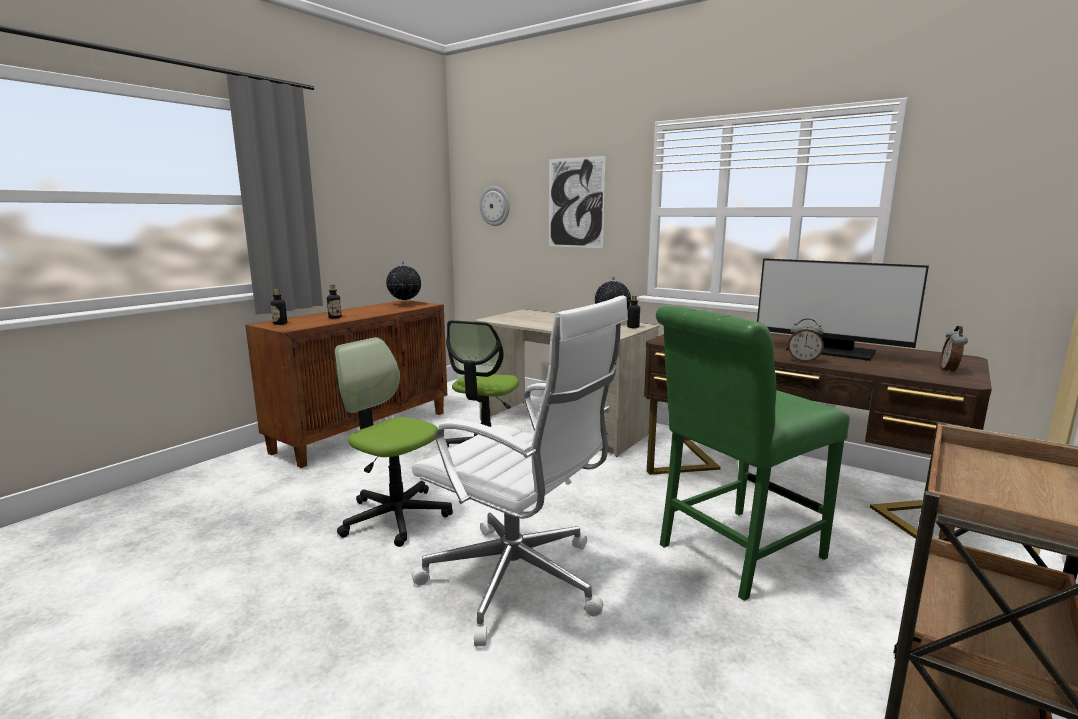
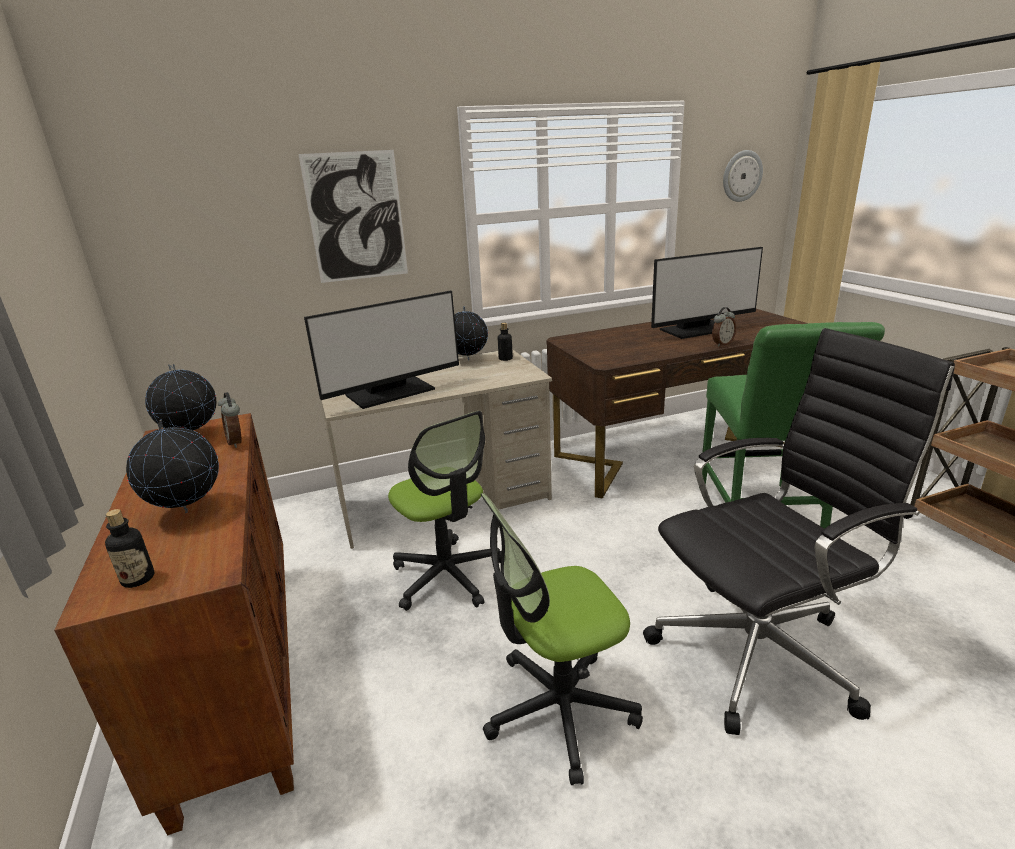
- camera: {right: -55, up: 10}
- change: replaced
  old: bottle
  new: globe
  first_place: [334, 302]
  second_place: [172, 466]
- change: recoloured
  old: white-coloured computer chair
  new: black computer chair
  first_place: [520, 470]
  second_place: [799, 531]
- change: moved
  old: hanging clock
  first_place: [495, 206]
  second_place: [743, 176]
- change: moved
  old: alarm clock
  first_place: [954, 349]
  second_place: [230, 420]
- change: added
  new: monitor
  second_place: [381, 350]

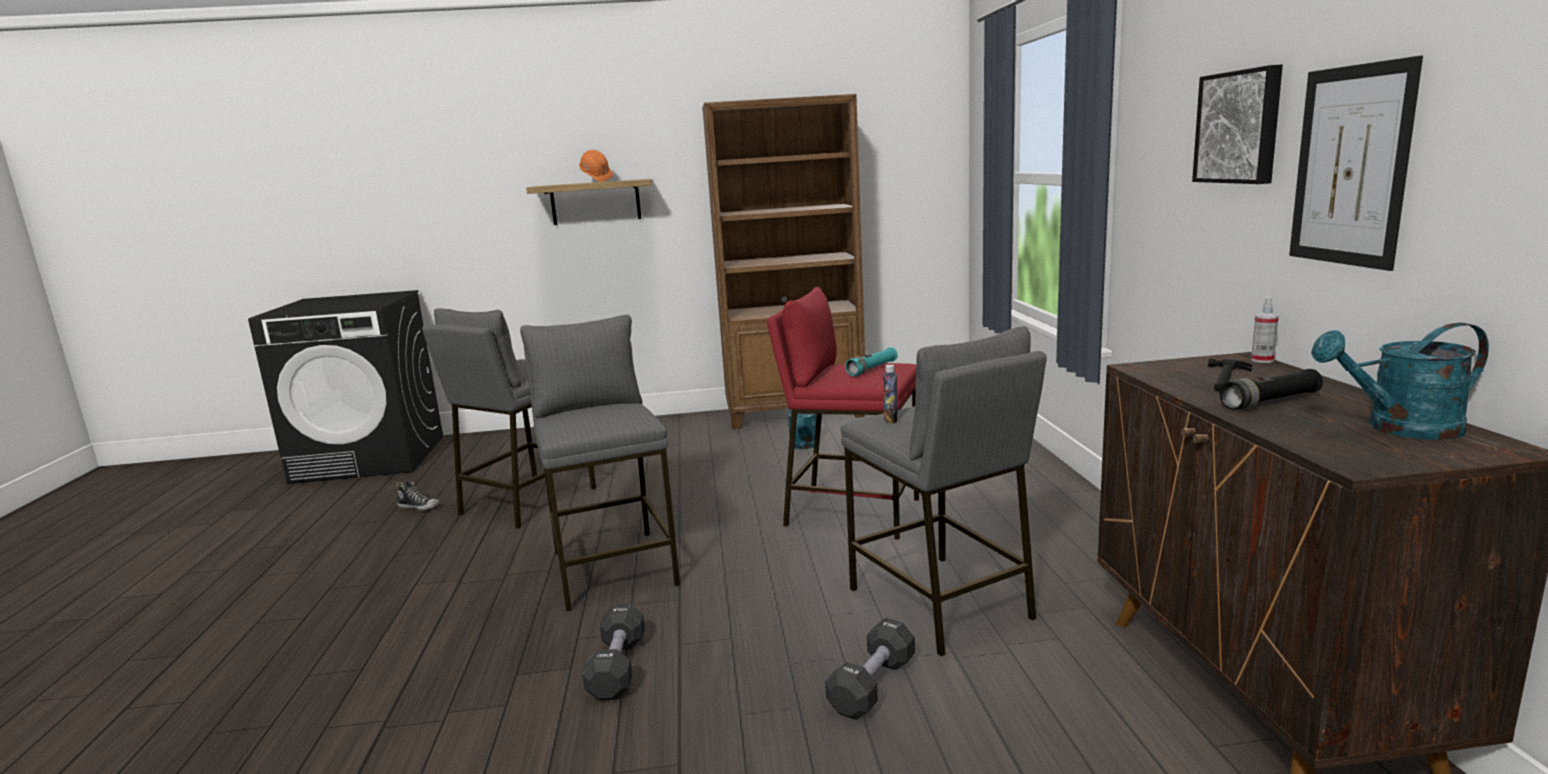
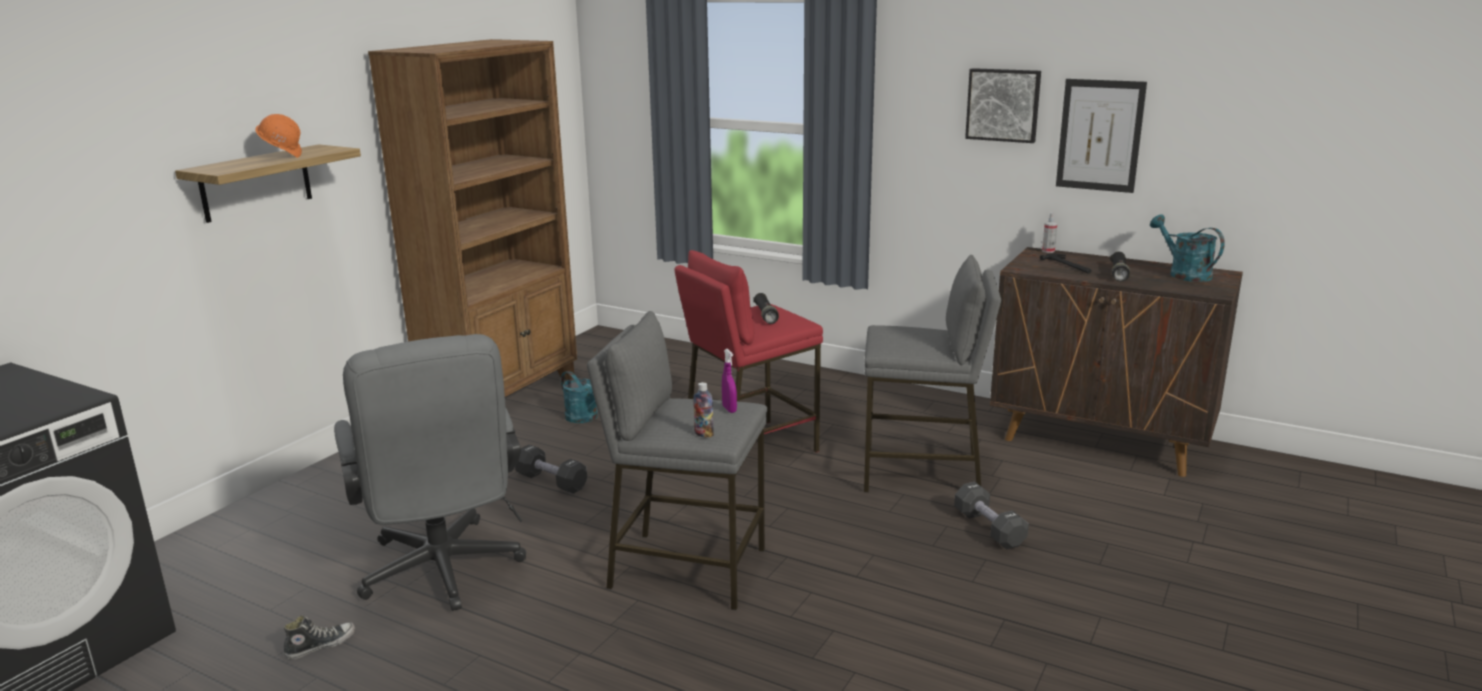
- camera: {right: -55, up: 5}
- change: replaced
  old: greyish stool seat
  new: greyish computer chair
  first_place: [509, 418]
  second_place: [430, 472]
- change: moved
  old: black hand weight
  first_place: [613, 652]
  second_place: [551, 469]
- change: recoloured
  old: turquoise torch
  new: black torch
  first_place: [871, 361]
  second_place: [766, 308]
- change: moved
  old: bottle
  first_place: [890, 394]
  second_place: [703, 410]
- change: turned
  old: turquoise sprinkling can
  first_place: [1400, 381]
  second_place: [1187, 248]
  degrees: 120
- change: added
  new: purplish sprayer
  second_place: [729, 381]

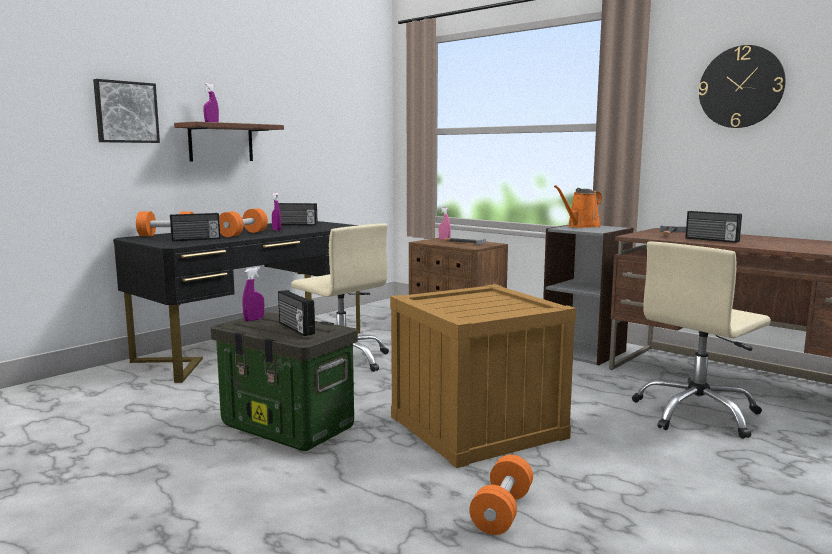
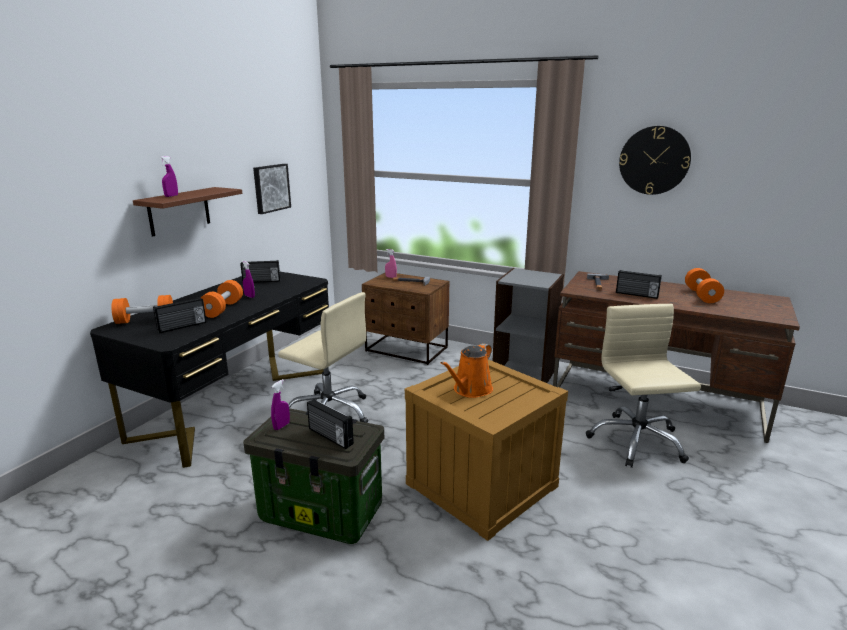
- camera: {right: -15, up: 10}
- change: moved
  old: wall art
  first_place: [126, 111]
  second_place: [272, 189]
- change: moved
  old: orange hand weight
  first_place: [501, 495]
  second_place: [704, 285]
- change: moved
  old: orange sprinkling can
  first_place: [578, 206]
  second_place: [467, 370]
- change: turned
  old: beige-coloured computer chair
  first_place: [701, 340]
  second_place: [643, 386]
  degrees: 135

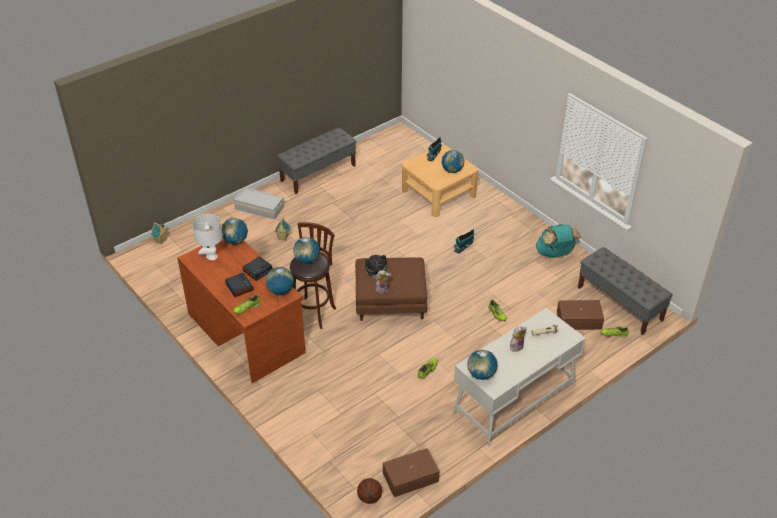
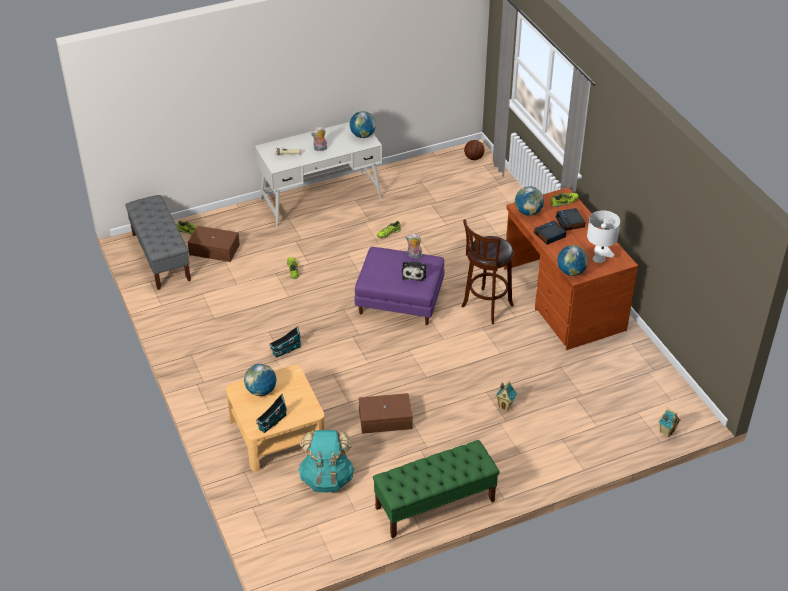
- camera: {right: -165, up: 0}
- change: removed
  old: white-coloured storage box
  first_place: [258, 203]
- change: recoloured
  old: greyish long seat
  new: greenish long seat
  first_place: [316, 161]
  second_place: [436, 489]
- change: removed
  old: globe
  first_place: [306, 250]
- change: recoloured
  old: brown ottoman
  new: purplish ottoman
  first_place: [391, 289]
  second_place: [399, 286]
- change: moved
  old: brown storage box
  first_place: [411, 472]
  second_place: [385, 413]
- change: moved
  old: turquoise knapsack
  first_place: [558, 241]
  second_place: [326, 461]

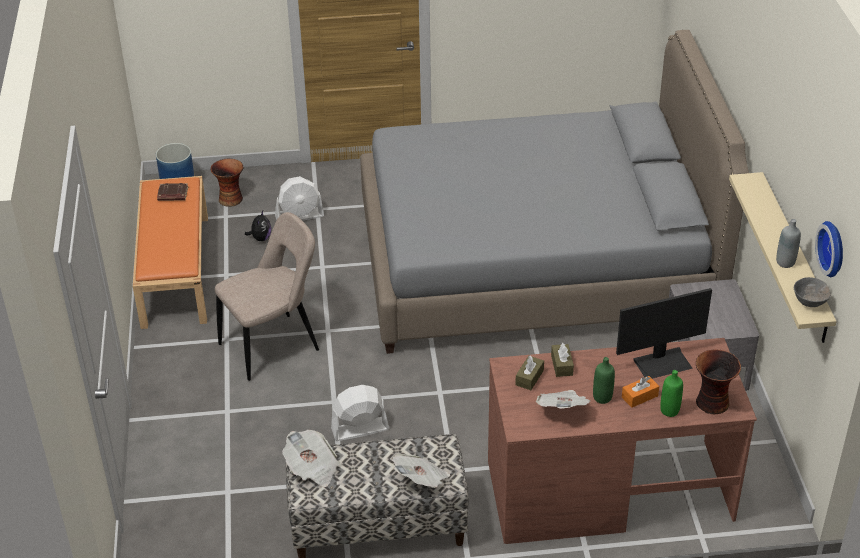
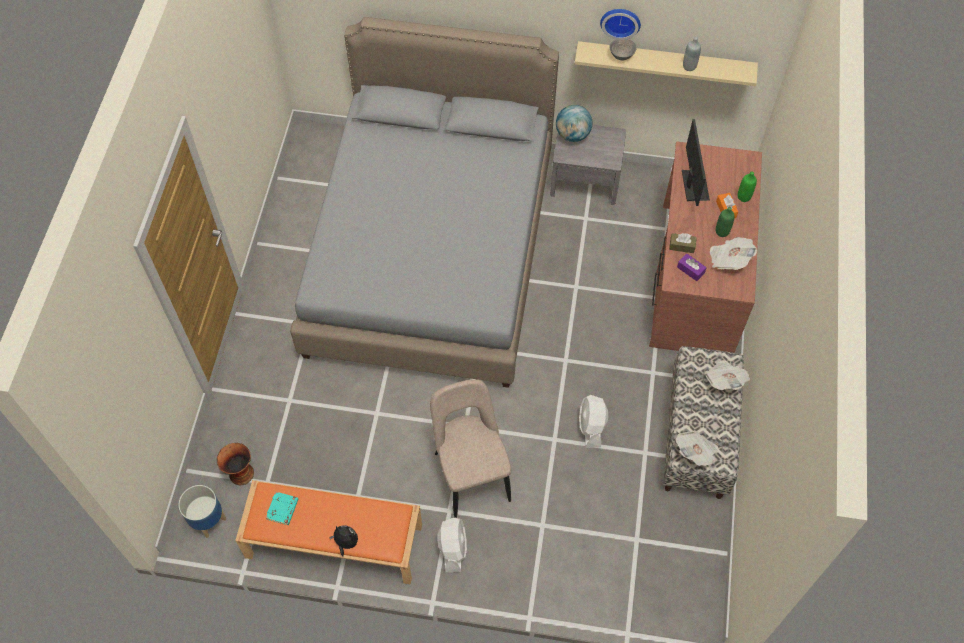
- camera: {right: -75, up: 20}
- change: recoloured
  old: brown bound book
  new: turquoise bound book
  first_place: [172, 192]
  second_place: [282, 508]
- change: moved
  old: plush toy
  first_place: [258, 226]
  second_place: [343, 541]
- change: moved
  old: white-coloured electric fan
  first_place: [299, 198]
  second_place: [452, 545]
- change: recoloured
  old: brown box of tissues
  new: purplish box of tissues
  first_place: [529, 373]
  second_place: [692, 267]
- change: removed
  old: vase
  first_place: [718, 382]
- change: moved
  old: greyish deep dish
  first_place: [812, 292]
  second_place: [622, 49]
- change: moved
  old: hanging clock
  first_place: [829, 249]
  second_place: [620, 24]
- change: added
  new: globe
  second_place: [574, 123]

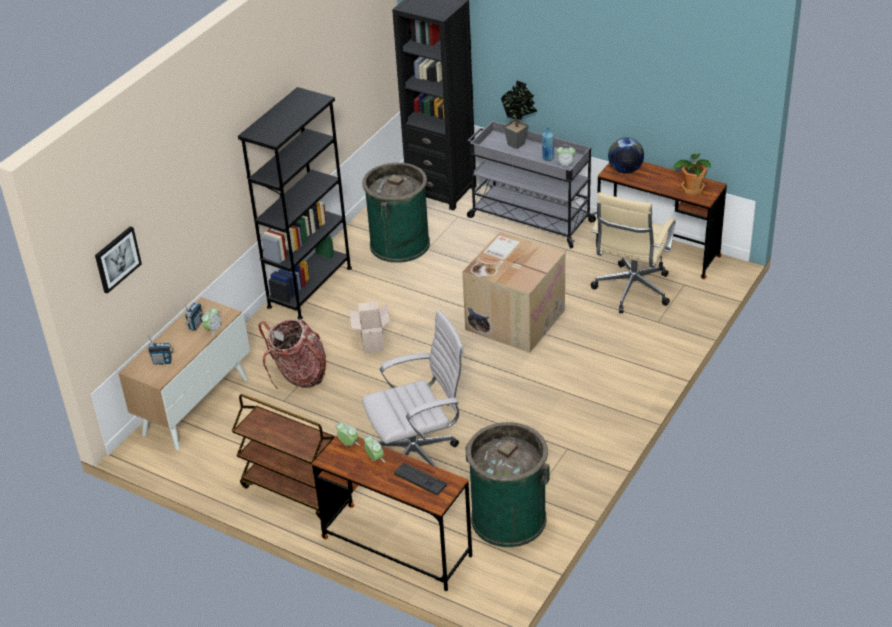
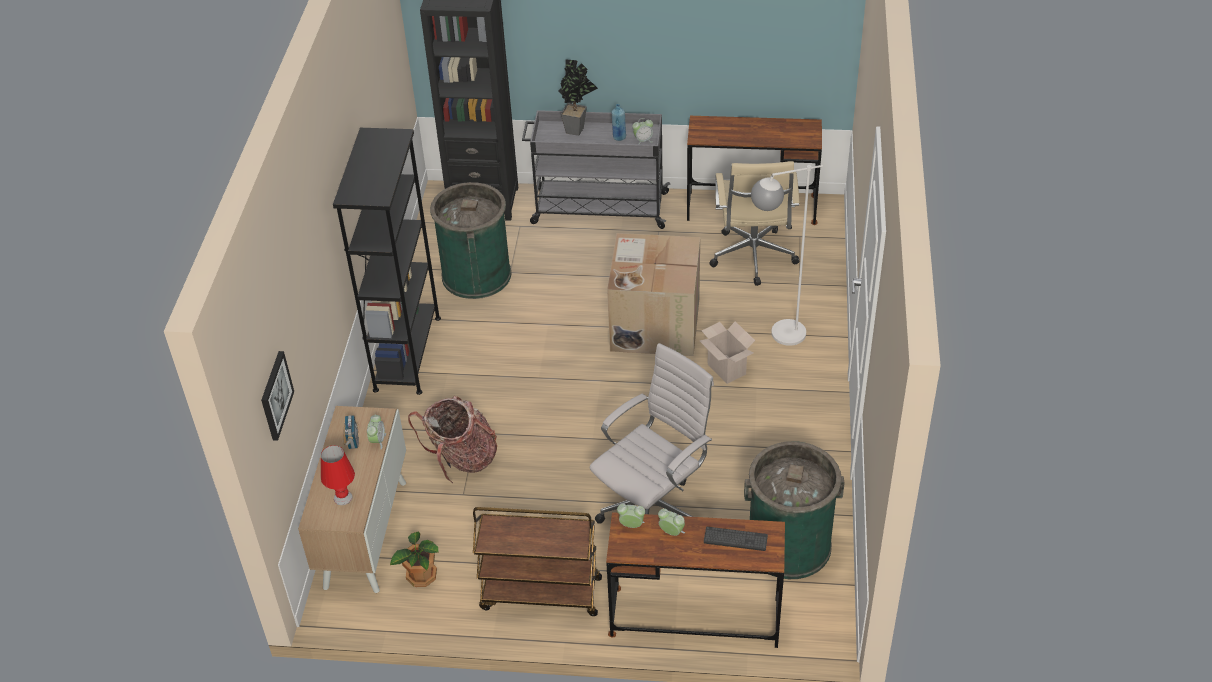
- camera: {right: -25, up: 5}
- change: replaced
  old: radio
  new: red table lamp
  first_place: [160, 350]
  second_place: [338, 475]
- change: moved
  old: packing box
  first_place: [369, 327]
  second_place: [727, 352]
- change: removed
  old: globe
  first_place: [626, 155]
- change: moved
  old: potted plant
  first_place: [691, 174]
  second_place: [414, 559]
- change: added
  new: white-coloured standard lamp
  second_place: [787, 255]

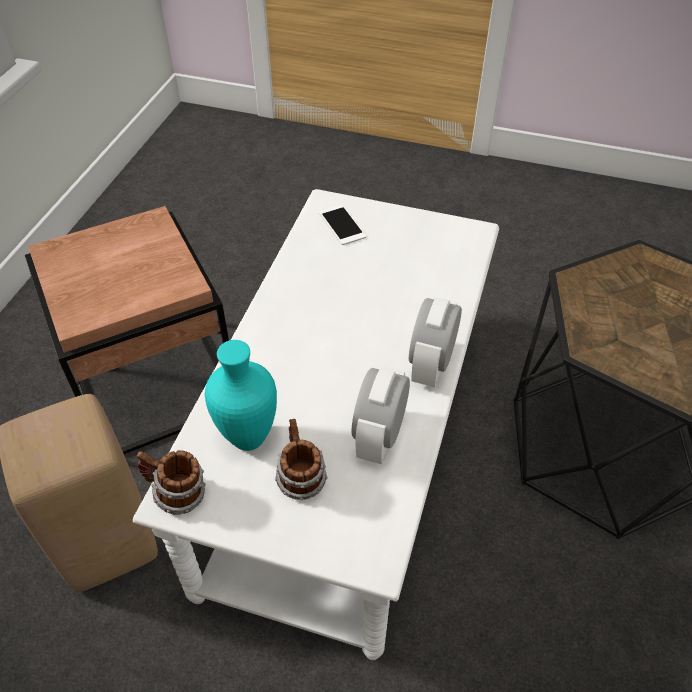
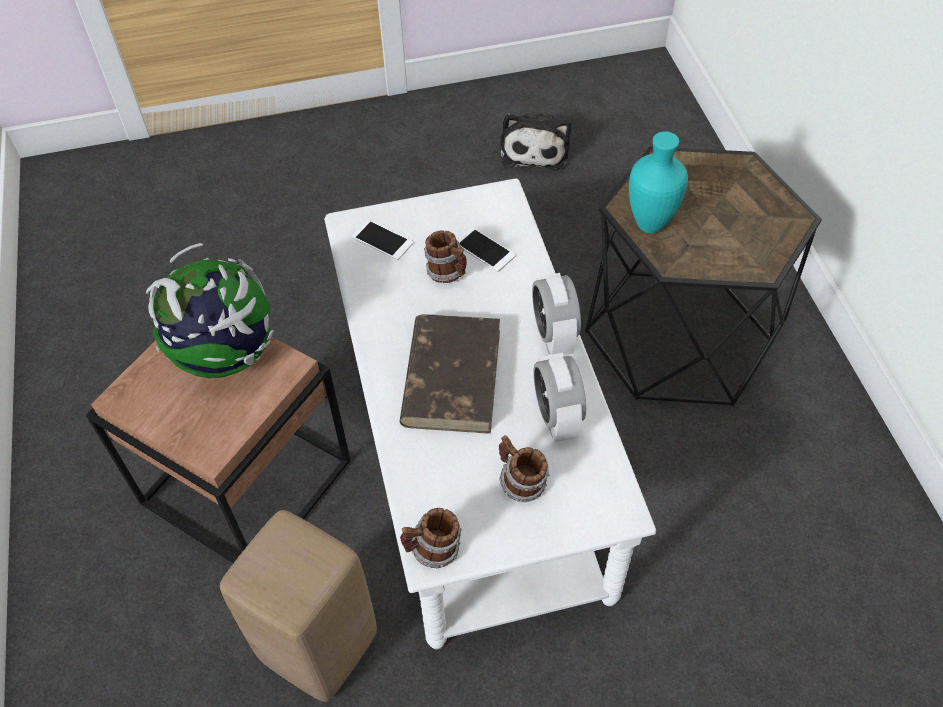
- camera: {right: -30, up: 5}
- change: moved
  old: turquoise vase
  first_place: [241, 395]
  second_place: [658, 182]
- change: added
  new: globe
  second_place: [210, 310]
- change: added
  new: brown bound book
  second_place: [449, 374]
- change: added
  new: tea mug
  second_place: [445, 256]
- change: added
  new: telephone
  second_place: [486, 249]
- change: added
  new: plush toy
  second_place: [535, 141]

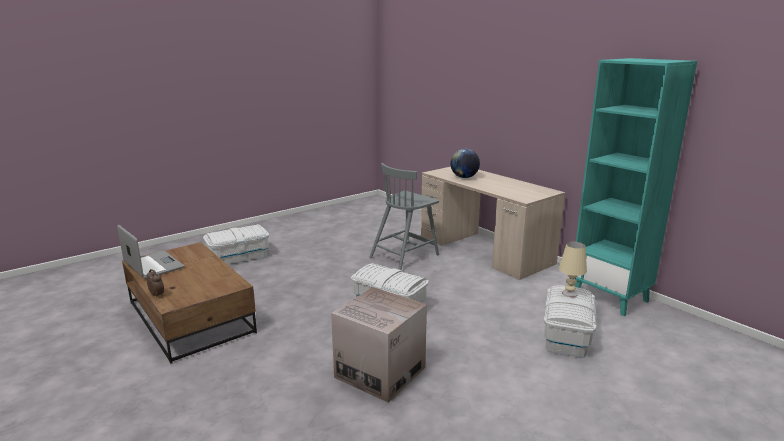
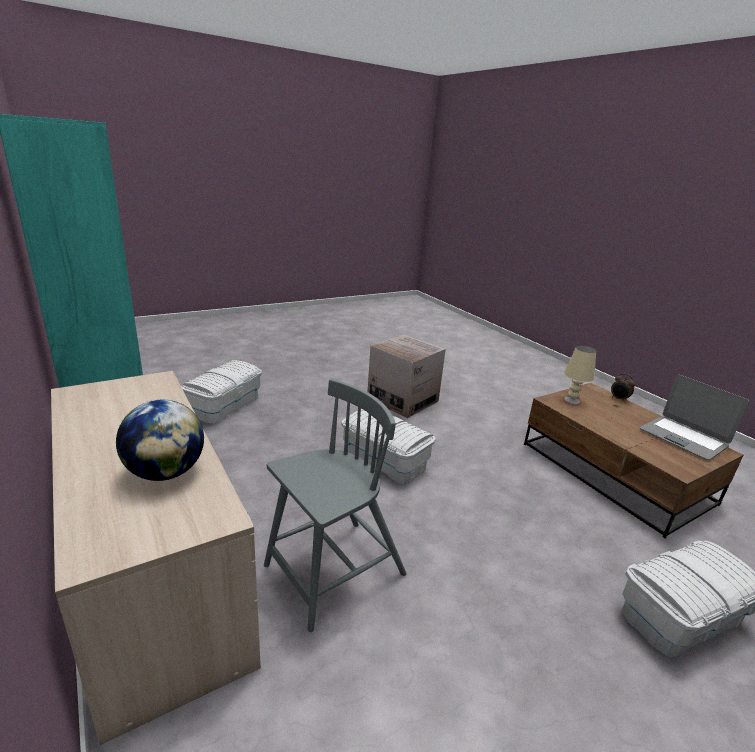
- camera: {right: -175, up: 5}
- change: moved
  old: beige-coloured table lamp
  first_place: [573, 269]
  second_place: [580, 375]

